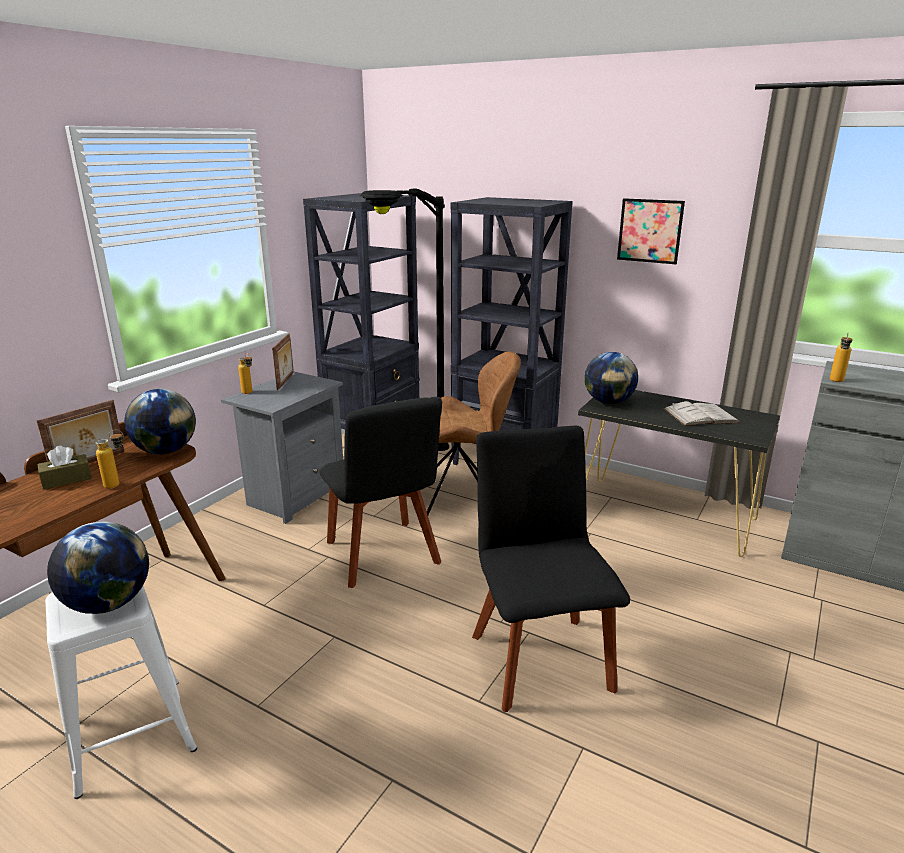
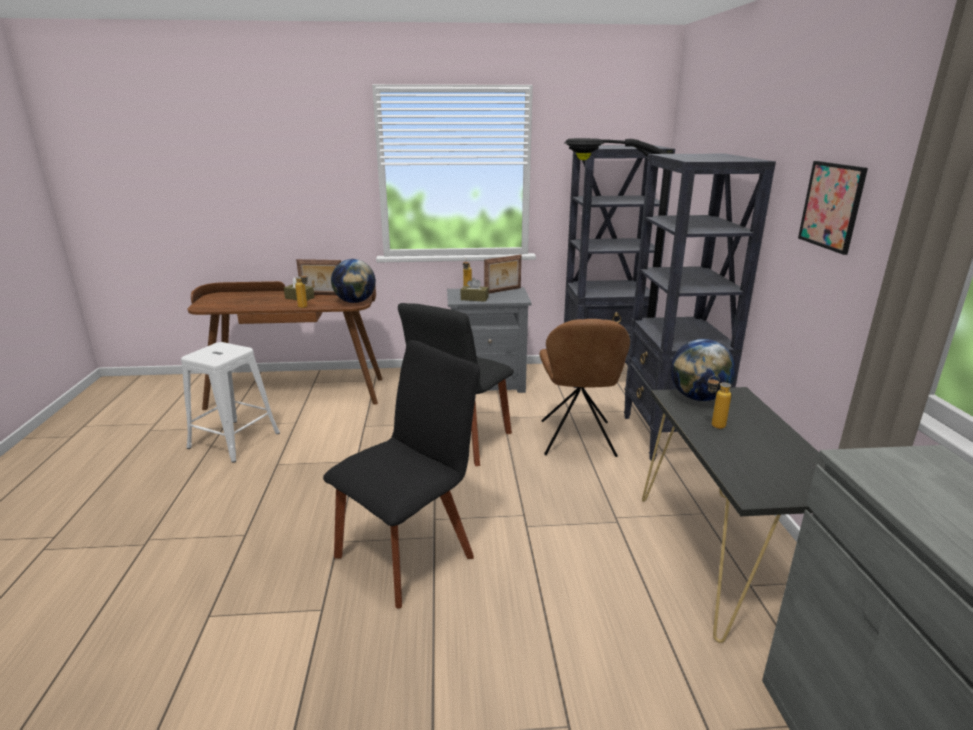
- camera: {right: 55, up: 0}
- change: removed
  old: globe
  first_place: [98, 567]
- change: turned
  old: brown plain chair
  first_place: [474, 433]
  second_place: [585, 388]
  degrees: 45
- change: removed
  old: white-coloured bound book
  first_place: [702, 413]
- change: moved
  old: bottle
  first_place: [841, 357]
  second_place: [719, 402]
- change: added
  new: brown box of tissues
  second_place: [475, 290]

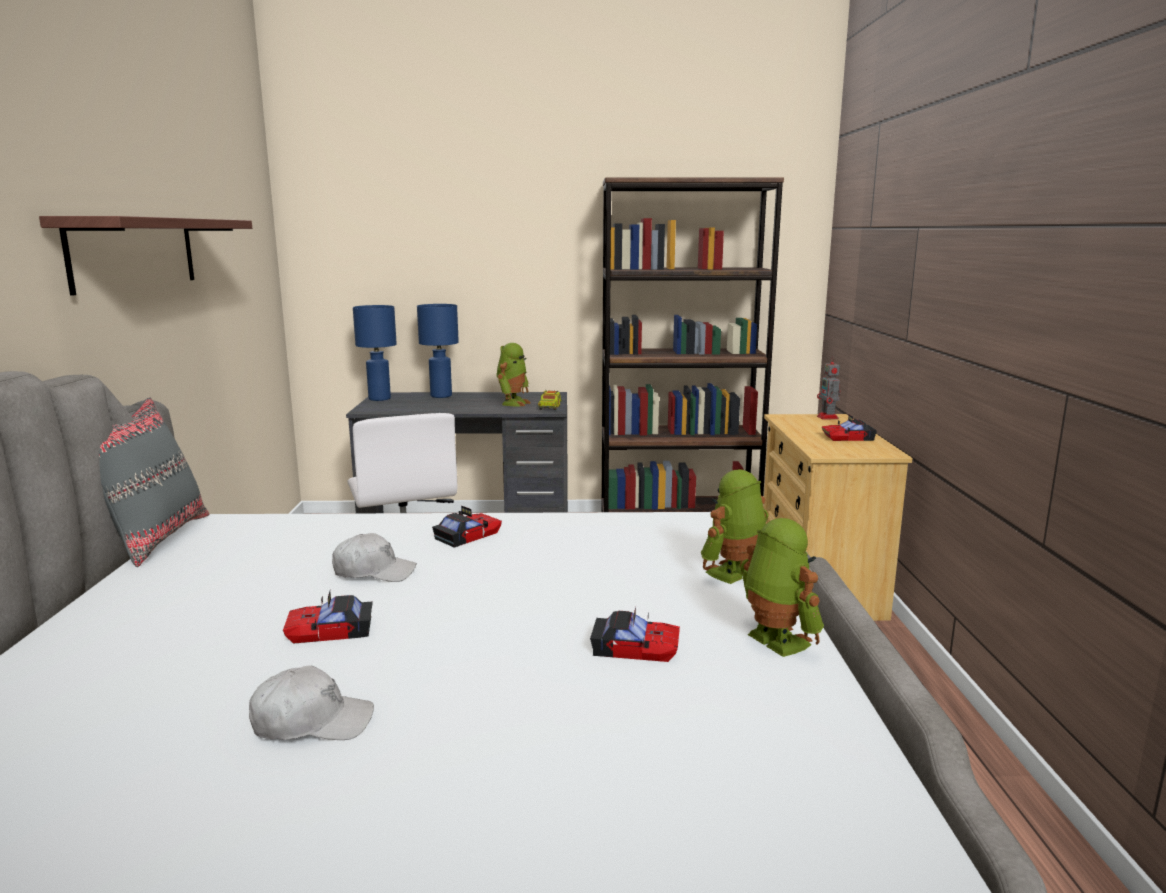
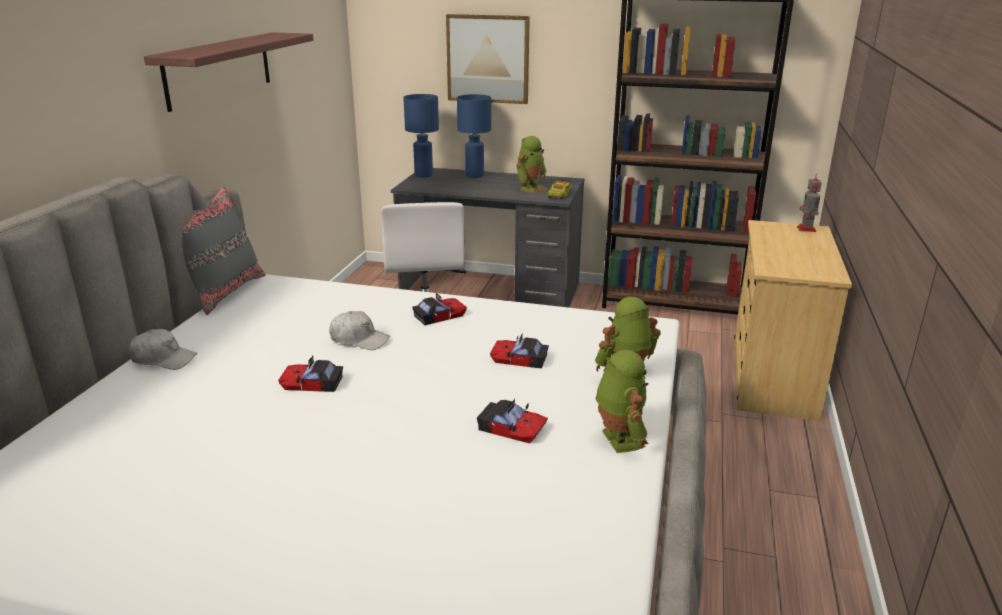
- camera: {right: 15, up: 10}
- change: moved
  old: white-coloured cap
  first_place: [311, 702]
  second_place: [163, 349]
- change: moved
  old: model car
  first_place: [849, 428]
  second_place: [519, 350]
- change: added
  new: wall art
  second_place: [488, 59]

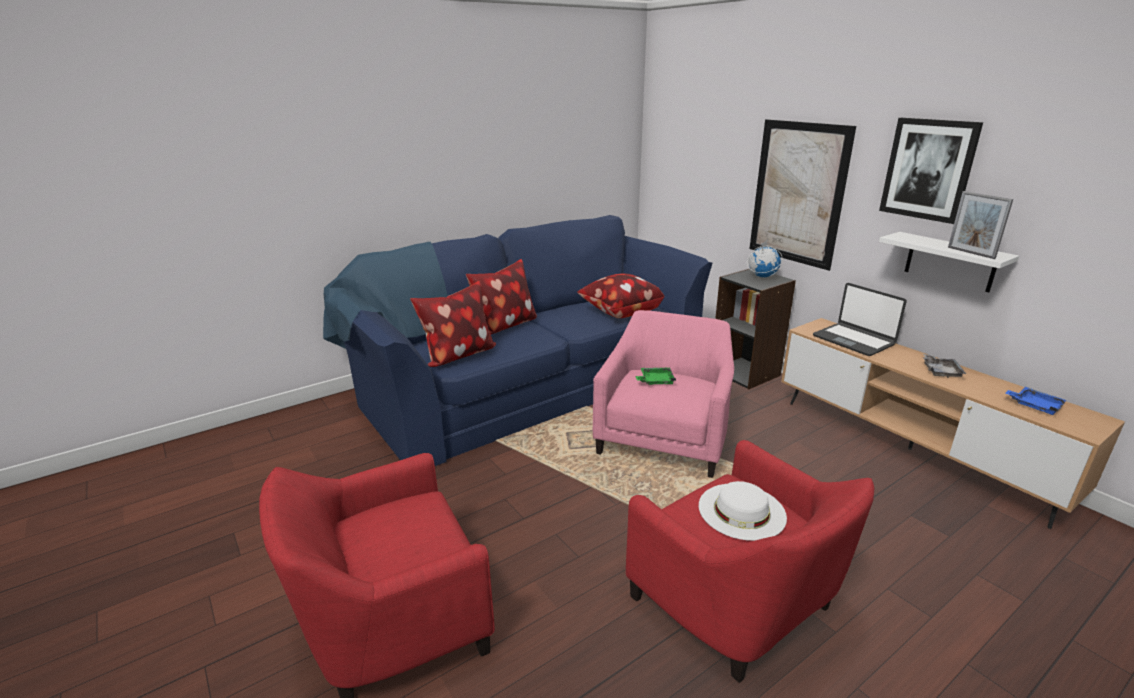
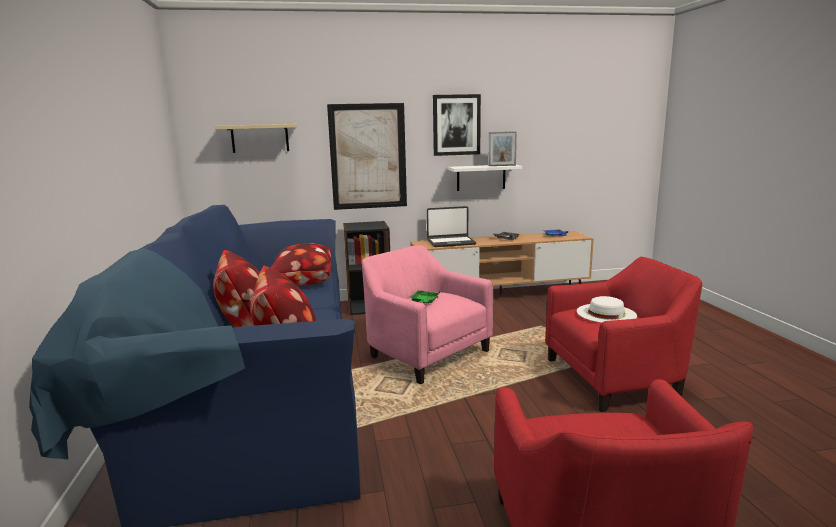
- camera: {right: -65, up: -10}
- change: removed
  old: globe
  first_place: [765, 259]
- change: added
  new: beige-coloured bracket shelf
  second_place: [256, 138]

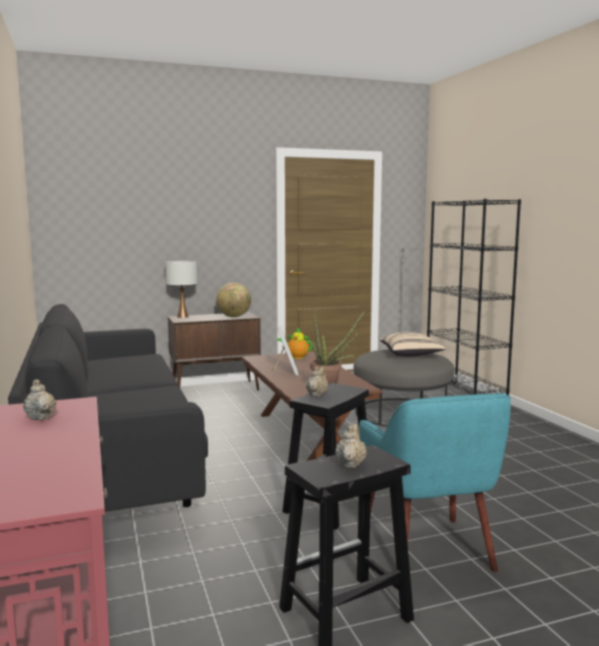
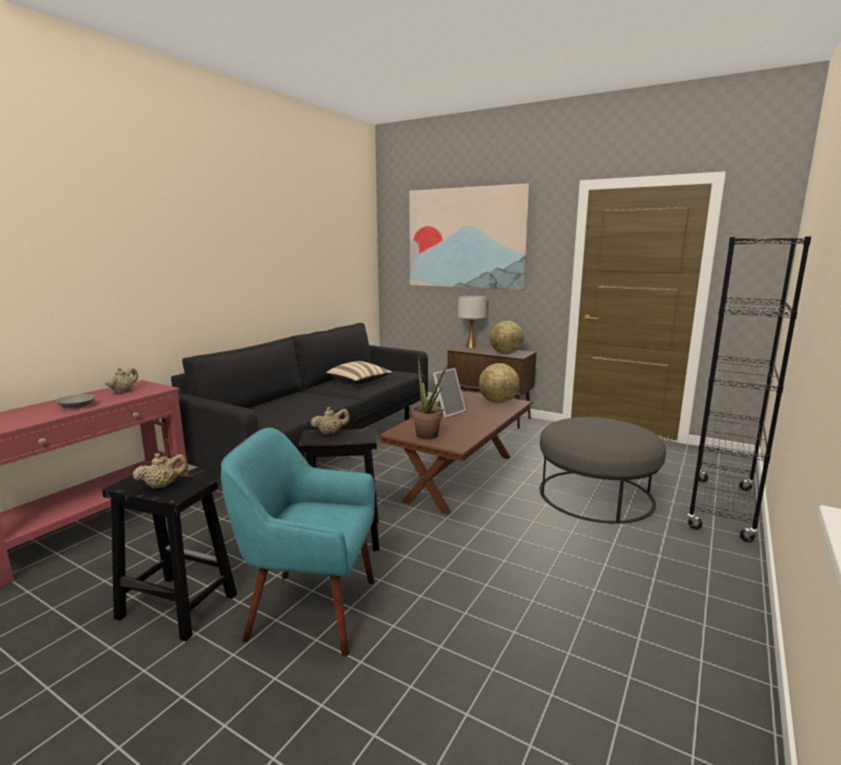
- camera: {right: 50, up: 5}
- change: replaced
  old: tea pot
  new: globe
  first_place: [294, 343]
  second_place: [499, 383]
- change: turned
  old: turquoise easy chair
  first_place: [435, 482]
  second_place: [298, 542]
  degrees: 60
- change: moved
  old: beige-coloured throw pillow
  first_place: [413, 344]
  second_place: [359, 372]
- change: added
  new: greyish deep dish
  second_place: [75, 401]
- change: added
  new: wall art
  second_place: [469, 236]

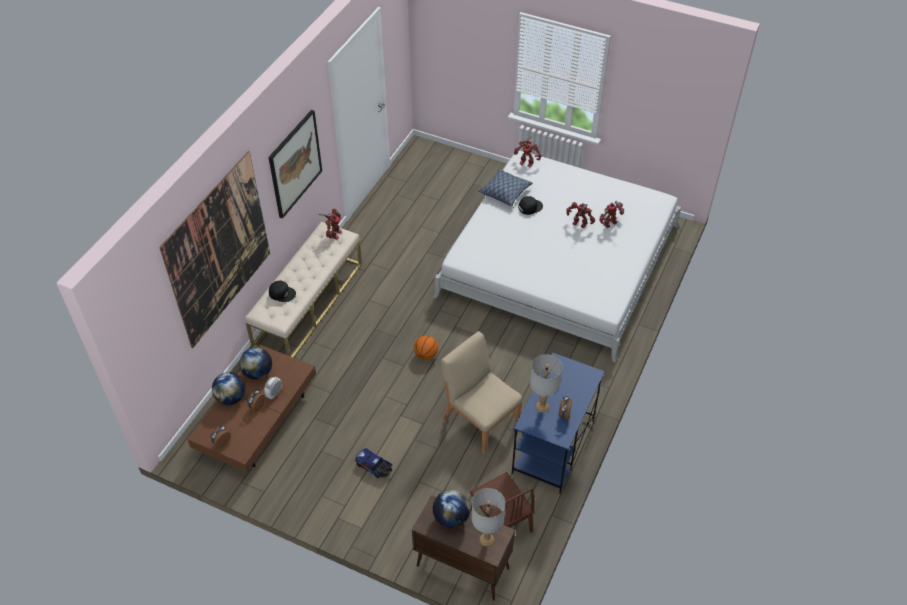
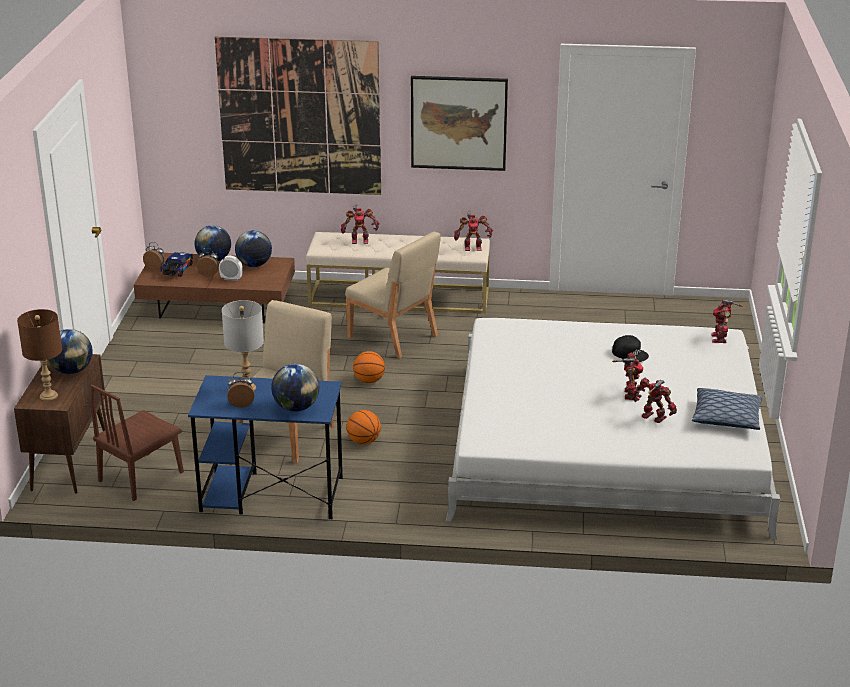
- camera: {right: 70, up: -20}
- change: replaced
  old: black cap
  new: model robot
  first_place: [282, 291]
  second_place: [360, 224]
- change: moved
  old: model truck
  first_place: [373, 463]
  second_place: [176, 264]
- change: recoloured
  old: greyish table lamp
  new: brown table lamp
  first_place: [488, 517]
  second_place: [39, 355]
- change: moved
  old: throw pillow
  first_place: [505, 187]
  second_place: [727, 409]
- change: added
  new: globe
  second_place: [295, 388]
- change: added
  new: beige-coloured plain chair
  second_place: [393, 295]
- change: added
  new: basketball
  second_place: [363, 427]

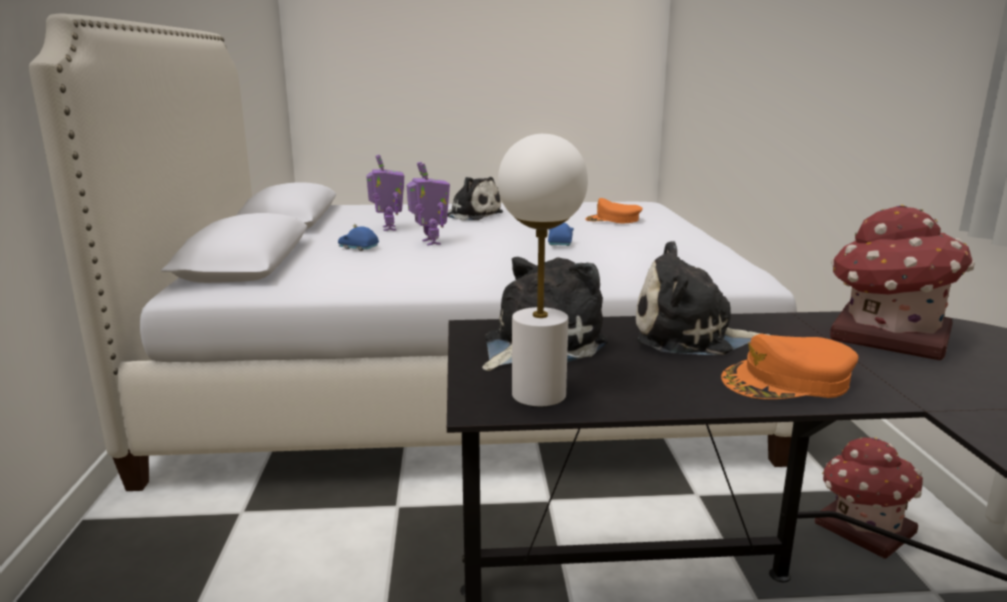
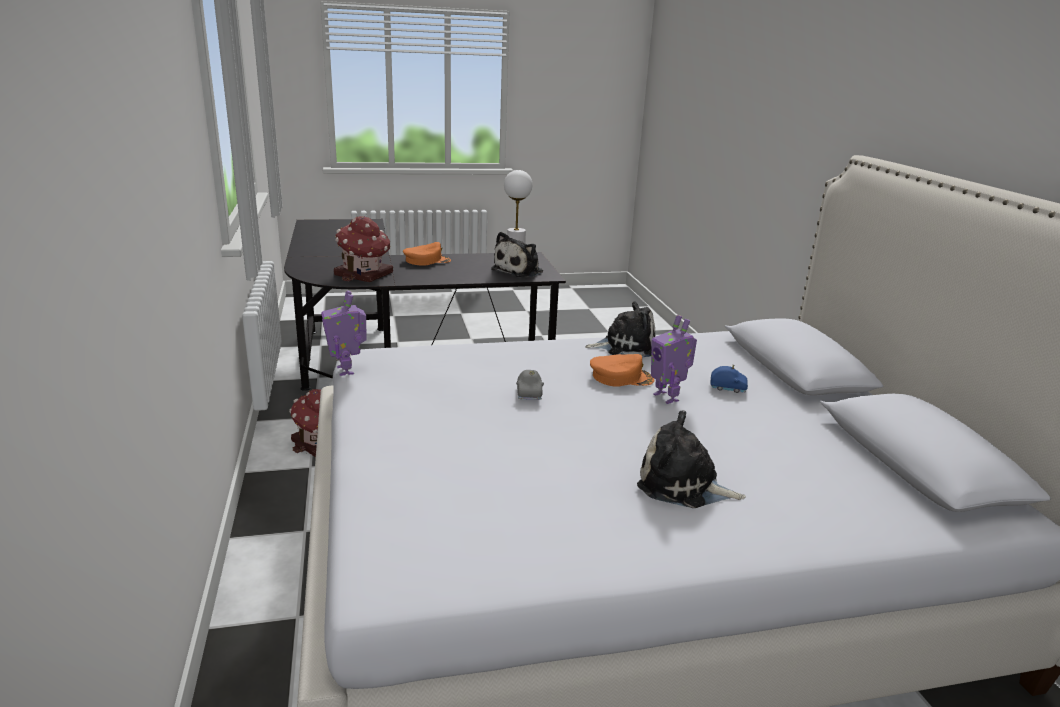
- camera: {right: 170, up: 5}
- change: moved
  old: model robot
  first_place: [385, 193]
  second_place: [344, 333]
- change: recoloured
  old: bluish model car
  new: greyish model car
  first_place: [561, 234]
  second_place: [530, 385]
- change: moved
  old: orange cap
  first_place: [614, 210]
  second_place: [622, 370]
- change: moved
  old: plush toy
  first_place: [703, 298]
  second_place: [620, 329]

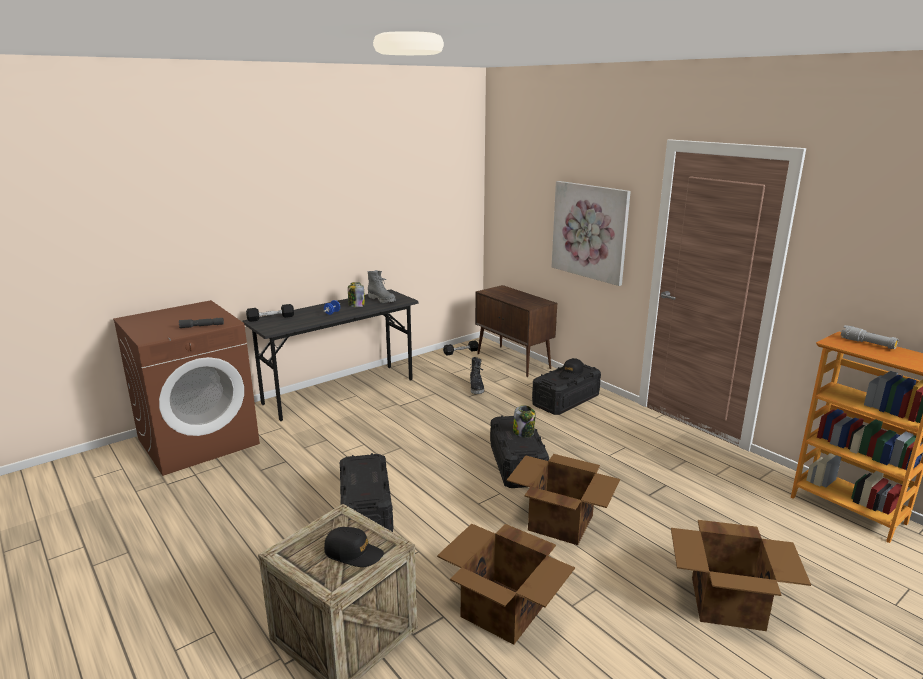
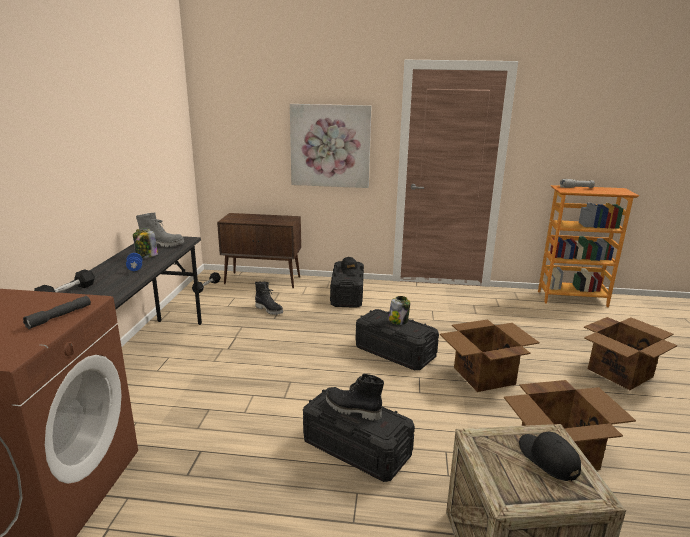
- camera: {right: -45, up: 0}
- change: turned
  old: black cap
  first_place: [354, 547]
  second_place: [550, 456]
  degrees: -90
- change: added
  new: black boot
  second_place: [355, 397]

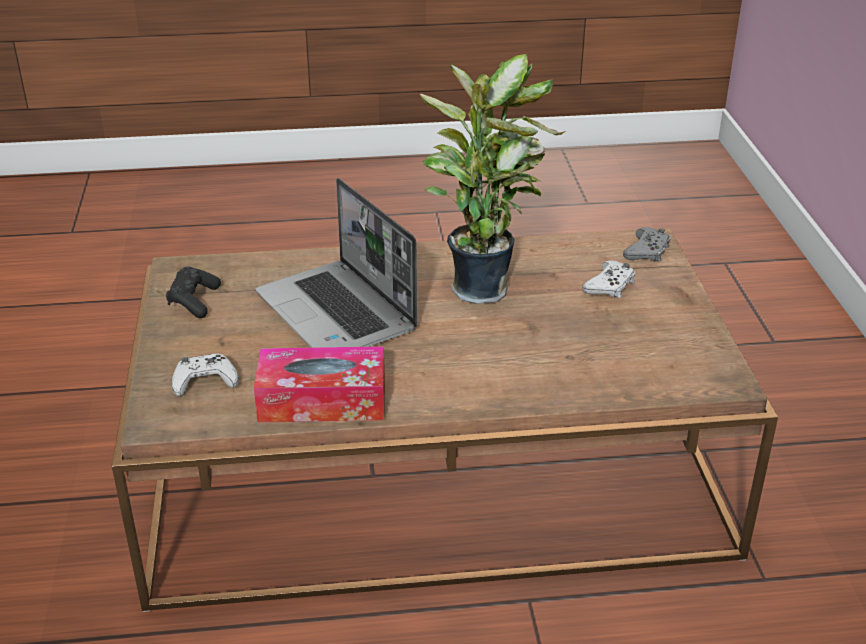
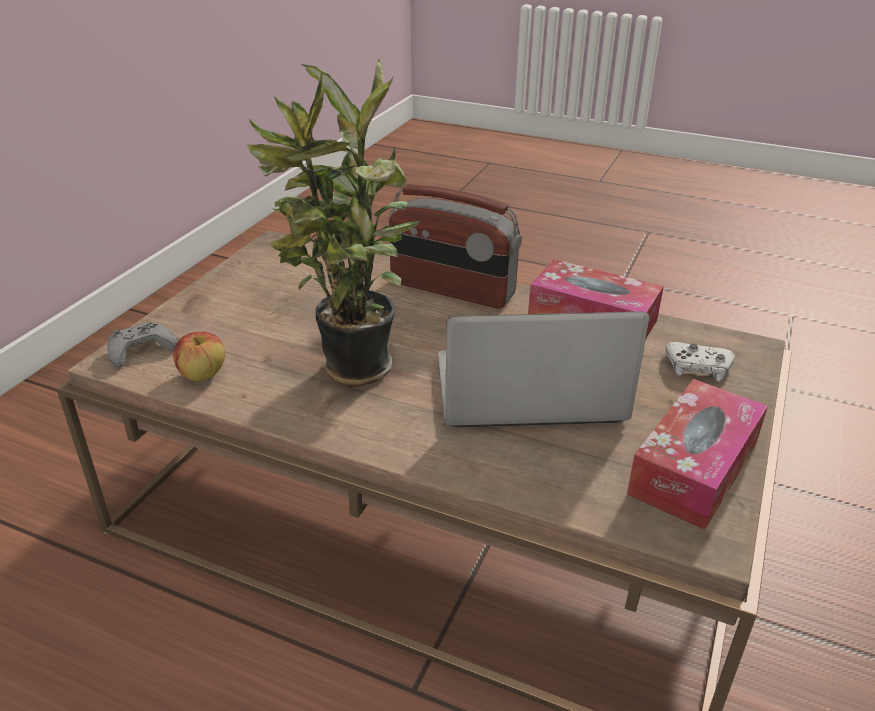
- camera: {right: -150, up: 0}
- change: replaced
  old: black game controller
  new: box of tissues
  first_place: [193, 292]
  second_place: [697, 454]
- change: turned
  old: portable computer
  first_place: [337, 263]
  second_place: [543, 369]
  degrees: -90
- change: removed
  old: white-coloured game controller
  first_place: [608, 279]
- change: added
  new: apple fruit
  second_place: [199, 356]
- change: added
  new: radio
  second_place: [455, 246]

